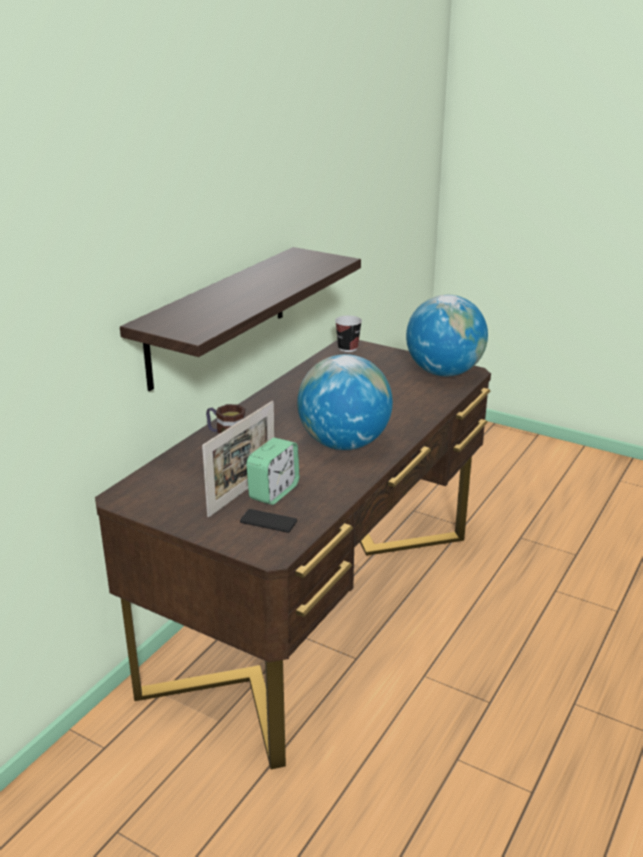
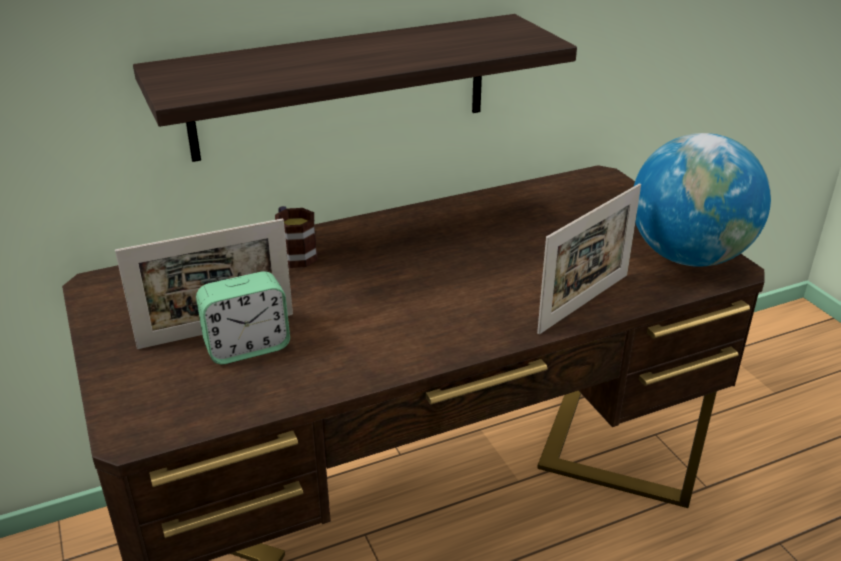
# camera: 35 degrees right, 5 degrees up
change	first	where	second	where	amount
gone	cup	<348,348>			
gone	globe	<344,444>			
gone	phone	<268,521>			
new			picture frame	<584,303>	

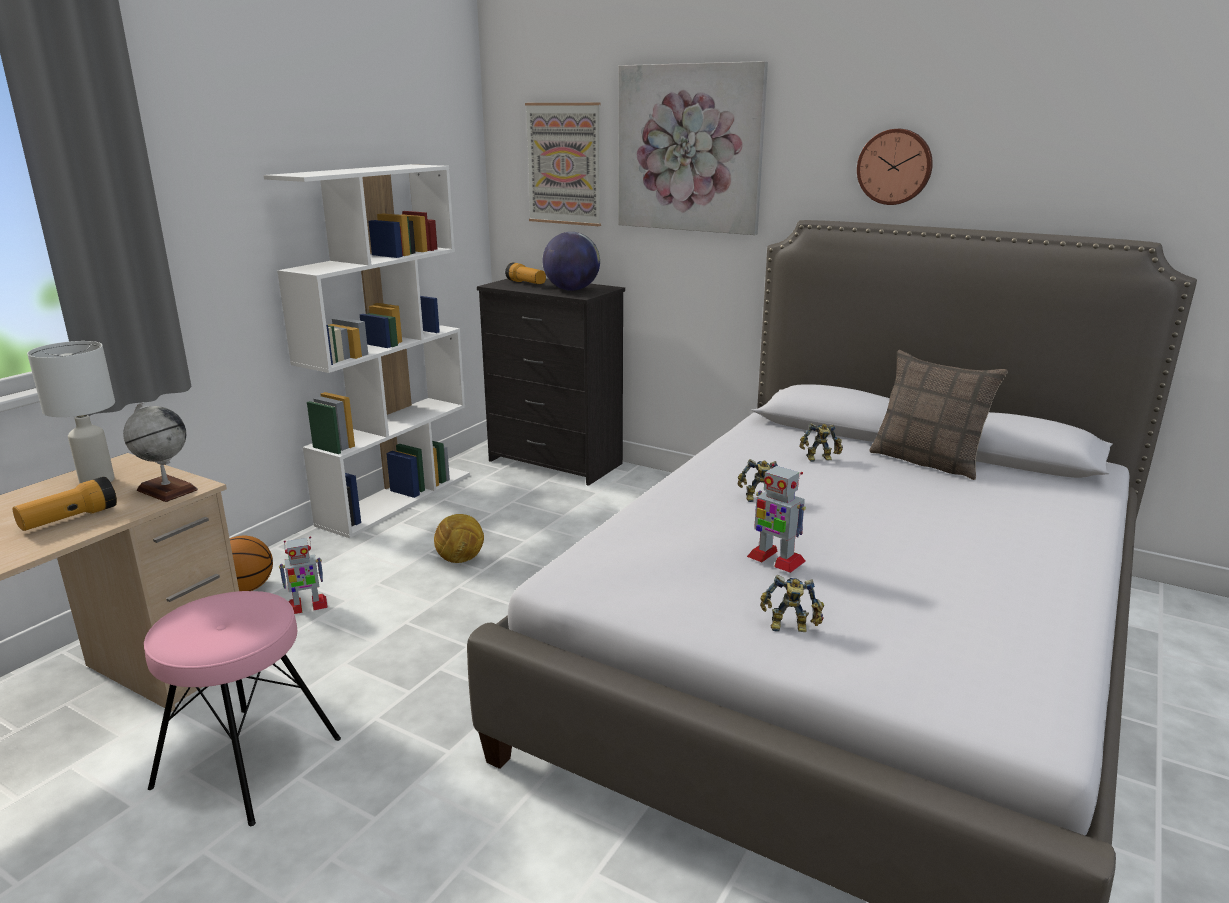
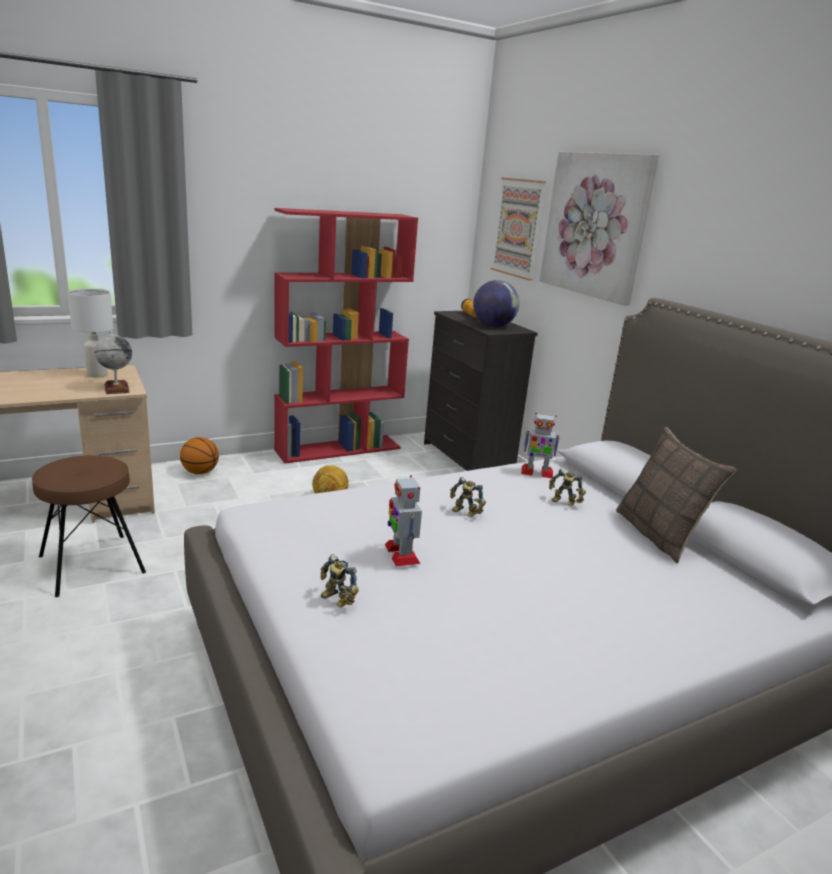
# camera: 30 degrees right, 0 degrees up
change	first	where	second	where	amount
gone	wall clock	<895,166>			
repainted	white bookcase	<396,498>	red bookcase	<339,449>	
gone	flashlight	<69,519>			
shifted	toy robot	<306,606>		<536,472>	
repainted	pink stool	<247,763>	brown stool	<91,564>	

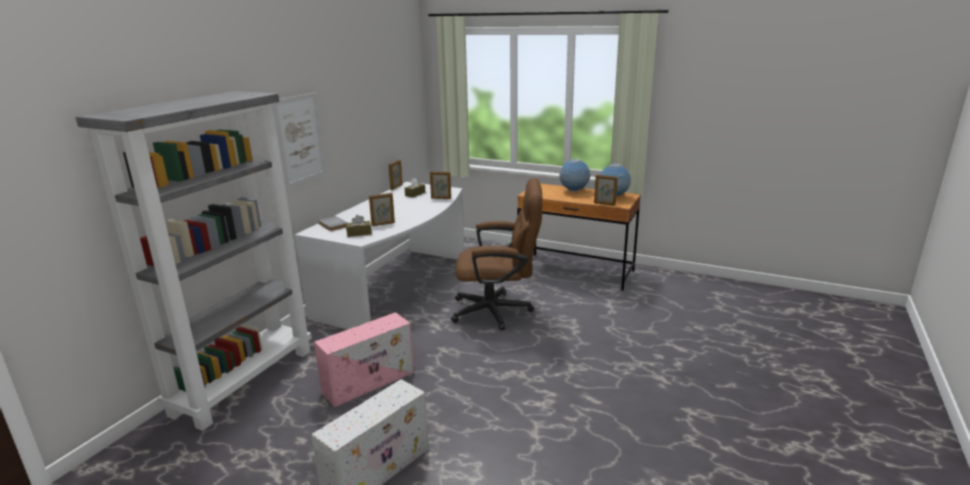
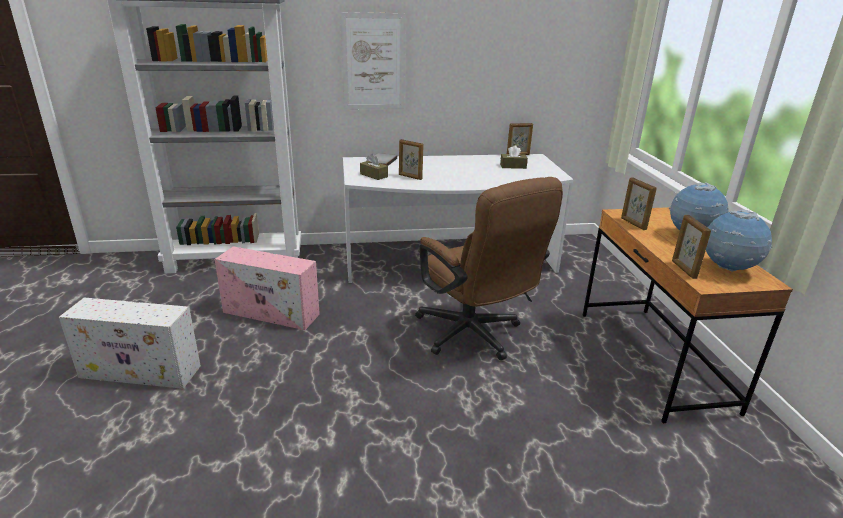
# camera: 55 degrees right, 5 degrees up
change	first	where	second	where	amount
shifted	picture frame	<441,198>		<633,224>	

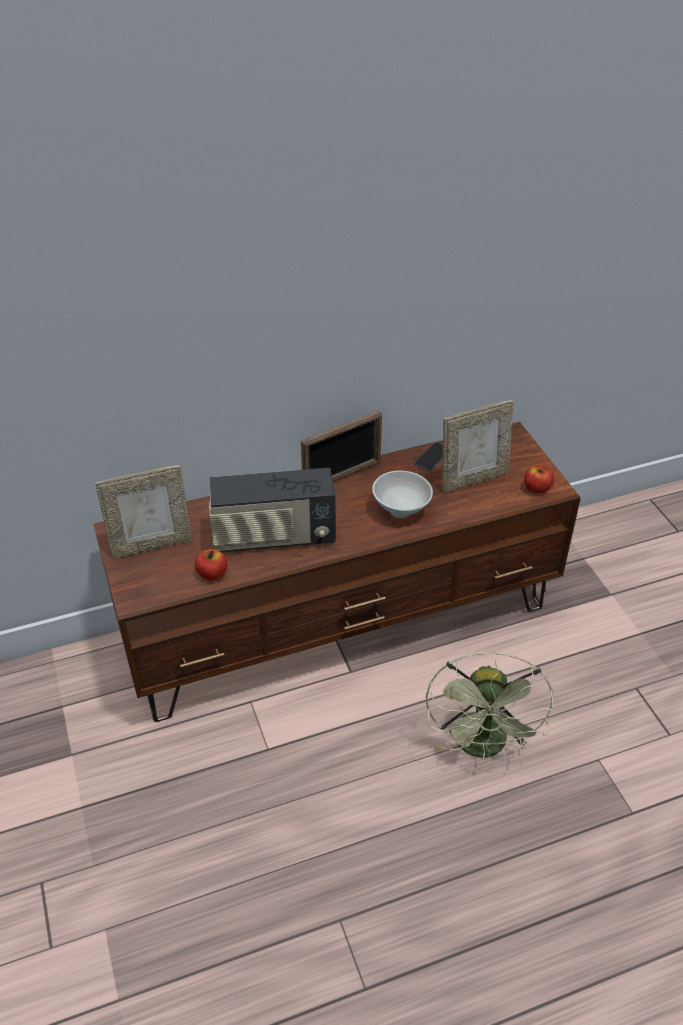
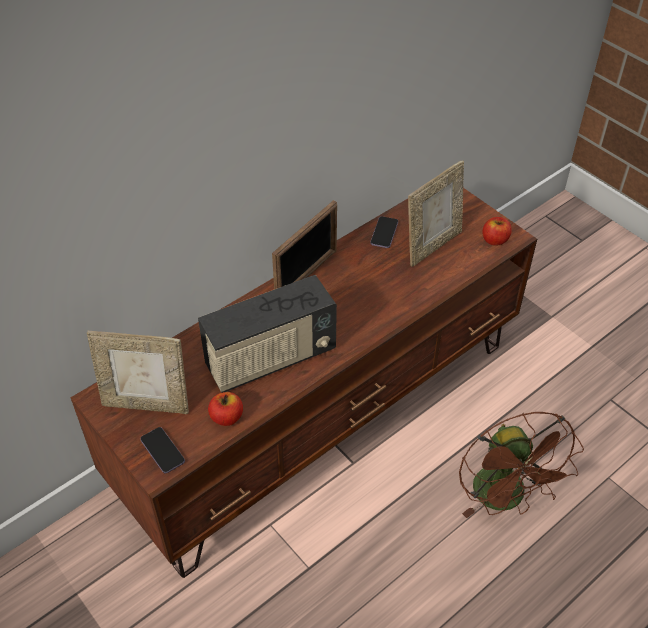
# camera: 20 degrees left, 5 degrees up
change	first	where	second	where	amount
rotated	picture frame	<152,545>		<147,404>	45 degrees clockwise
gone	white bowl	<401,509>			
repainted	green fan	<483,747>	brown fan	<505,499>	
new			phone	<162,451>	

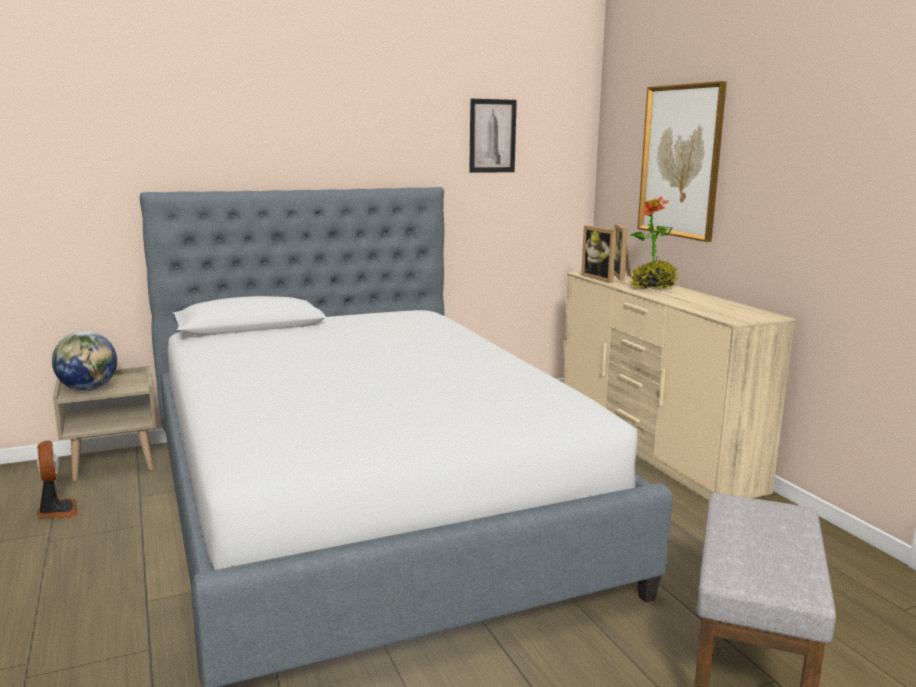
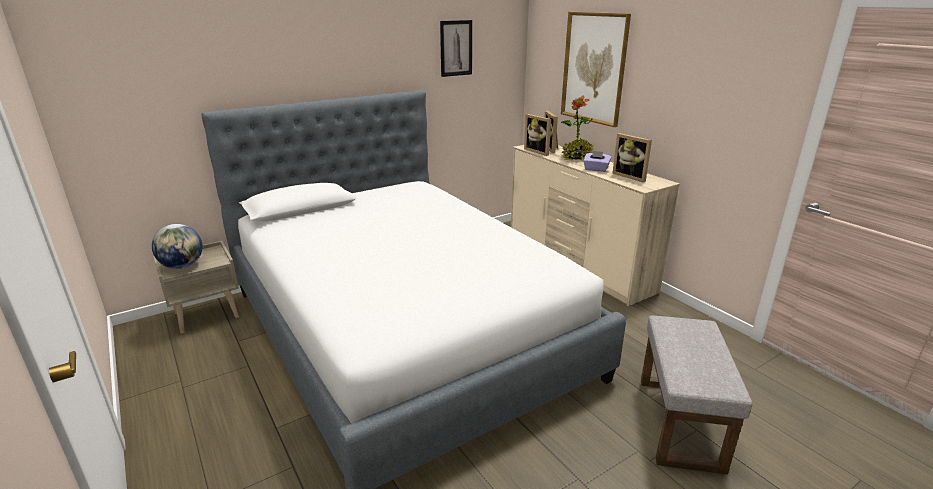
# camera: 10 degrees left, 10 degrees up
change	first	where	second	where	amount
gone	fan	<57,511>			
new			picture frame	<631,176>	
new			purple tissue box	<596,169>	

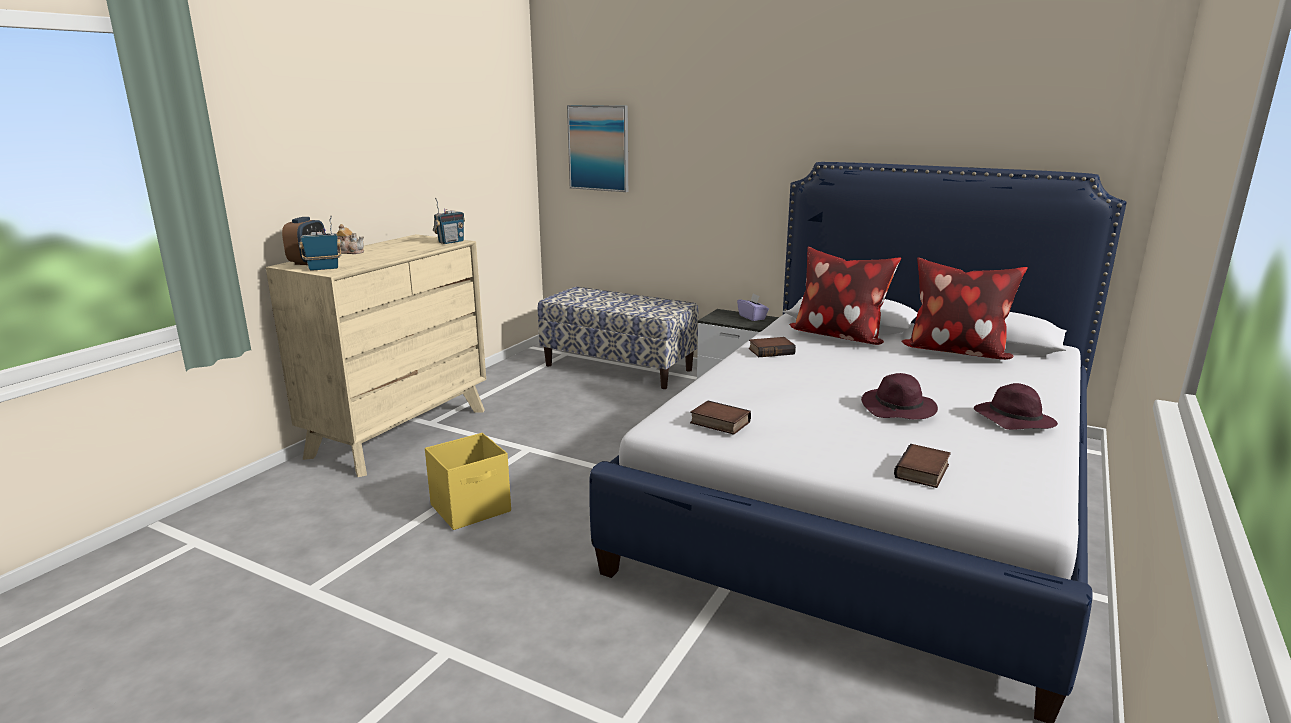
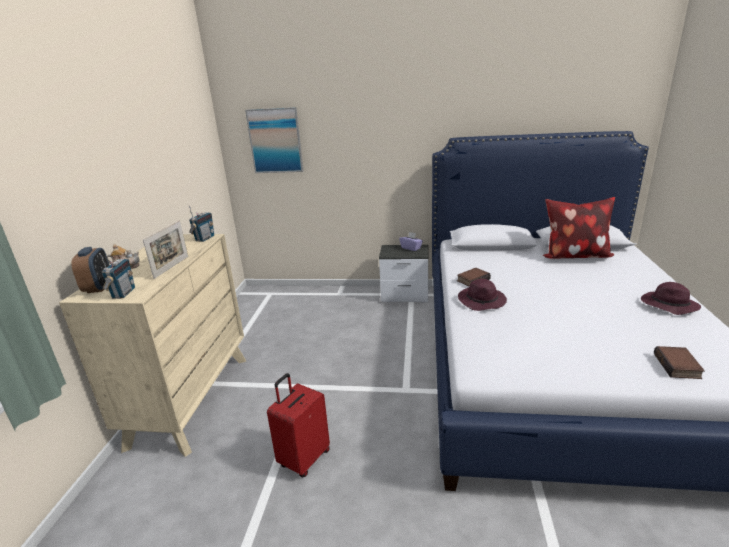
# camera: 20 degrees left, 5 degrees up
change	first	where	second	where	amount
rotated	radio	<323,268>		<123,293>	135 degrees clockwise
gone	pillow	<838,336>			
gone	bench	<618,367>			
shifted	purple hat	<899,409>		<482,301>	
gone	book	<718,423>			
swapped	yellow storage box	<472,508>	red suitcase	<303,458>	
new			picture frame	<171,267>	

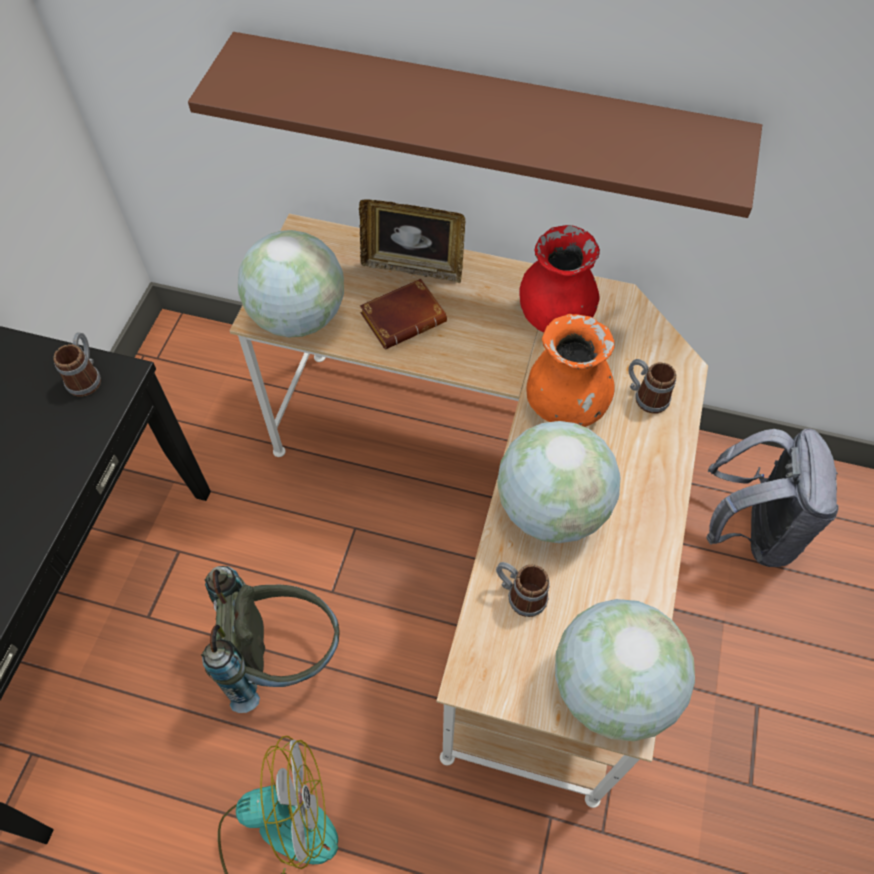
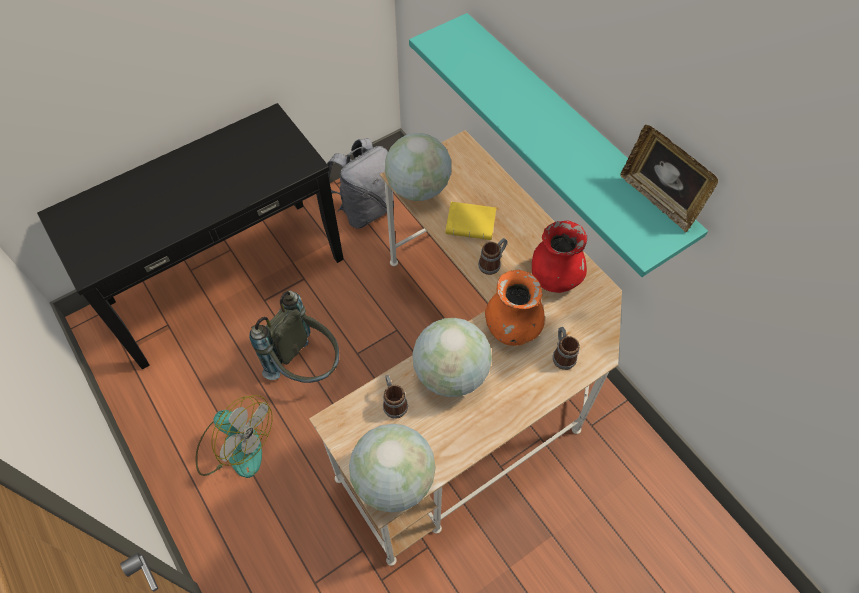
# camera: 40 degrees right, 0 degrees up
change	first	where	second	where	amount
repainted	brown shelf	<484,114>	turquoise shelf	<569,132>	
shifted	picture frame	<413,267>		<658,199>	
repainted	brown book	<404,317>	yellow book	<472,223>	
shifted	mug	<86,377>		<492,263>	
shifted	grey backpack	<751,530>		<365,210>	

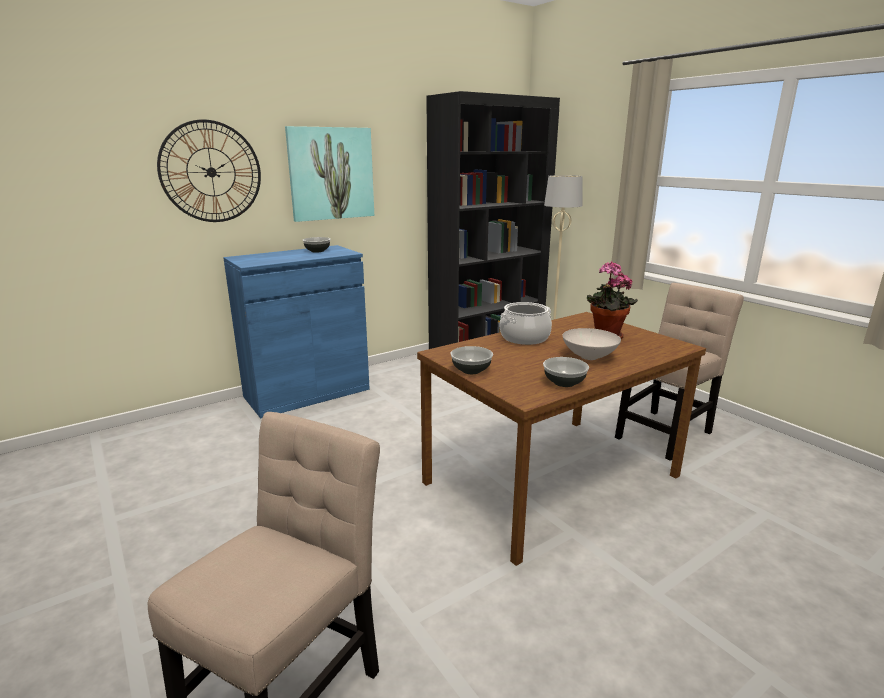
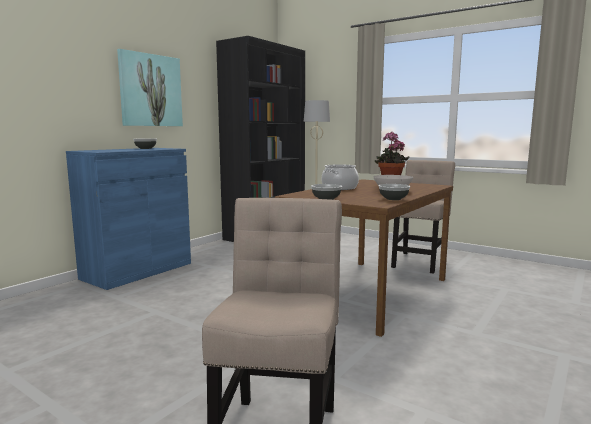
# camera: 20 degrees left, 10 degrees down
change	first	where	second	where	amount
gone	wall clock	<211,172>			

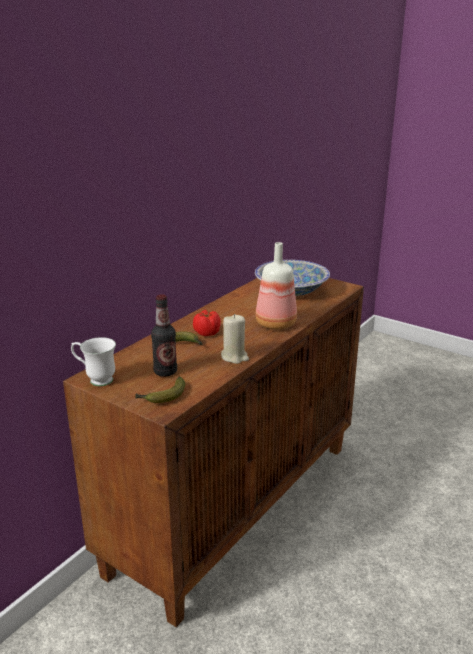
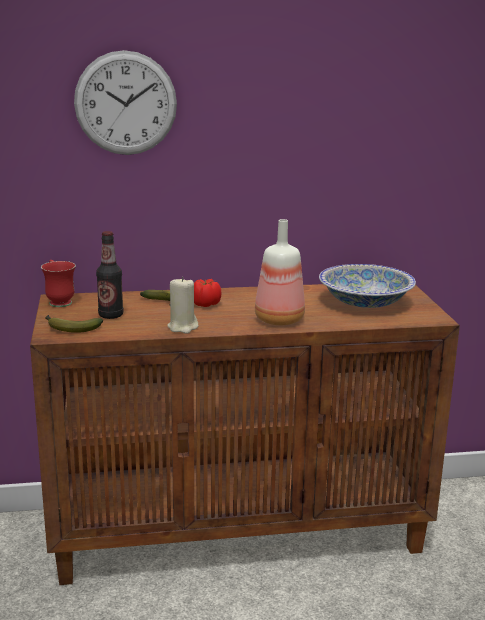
# camera: 45 degrees right, 5 degrees down
change	first	where	second	where	amount
repainted	white mug	<95,379>	red mug	<58,301>	
new			wall clock	<125,103>	

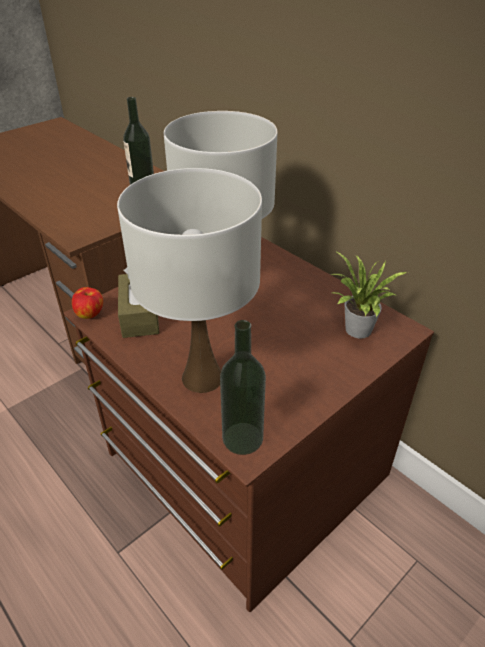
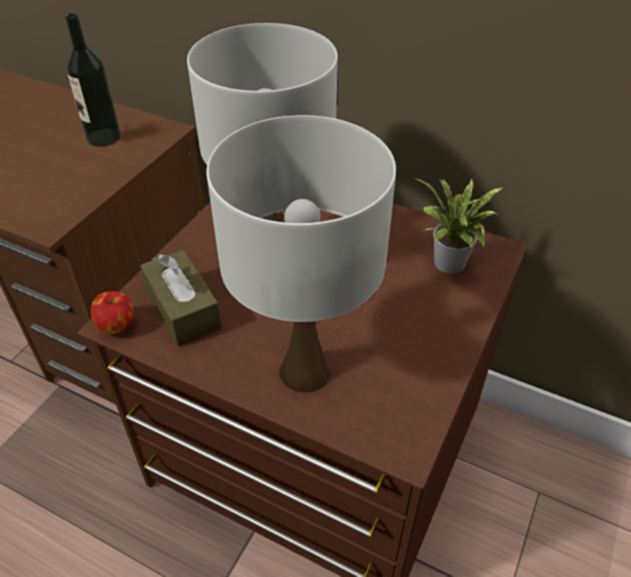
# camera: 20 degrees left, 5 degrees up
change	first	where	second	where	amount
gone	bottle	<242,438>			

